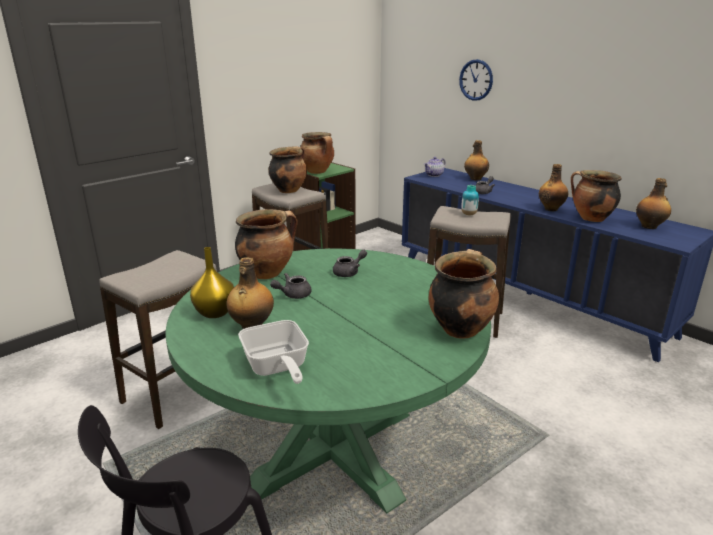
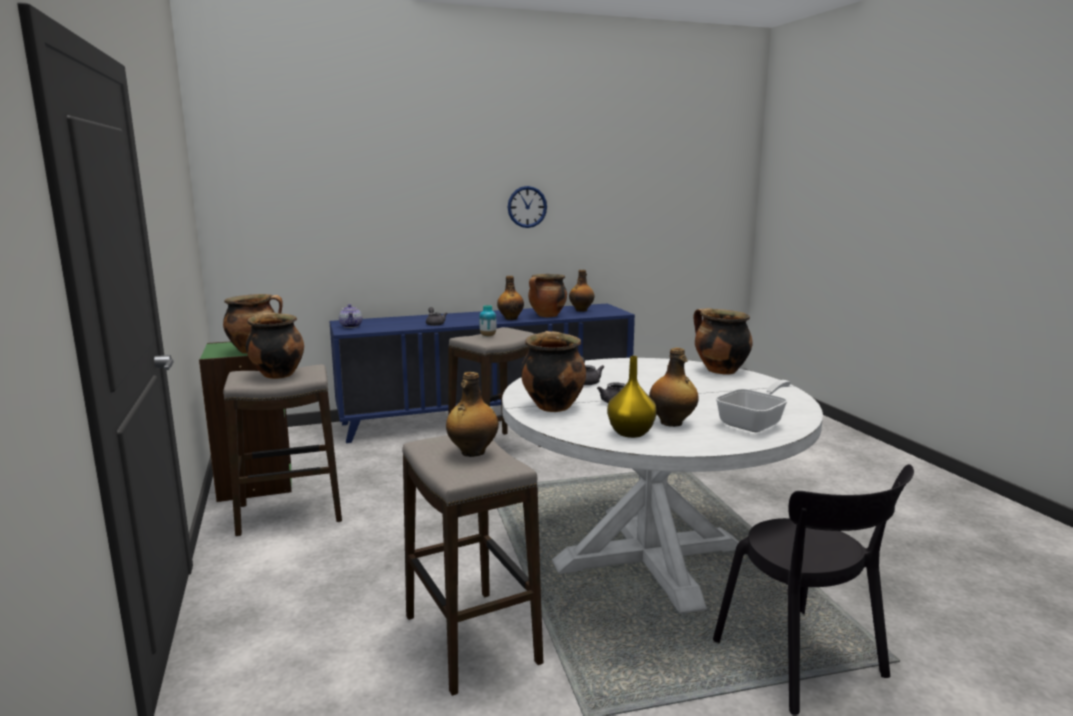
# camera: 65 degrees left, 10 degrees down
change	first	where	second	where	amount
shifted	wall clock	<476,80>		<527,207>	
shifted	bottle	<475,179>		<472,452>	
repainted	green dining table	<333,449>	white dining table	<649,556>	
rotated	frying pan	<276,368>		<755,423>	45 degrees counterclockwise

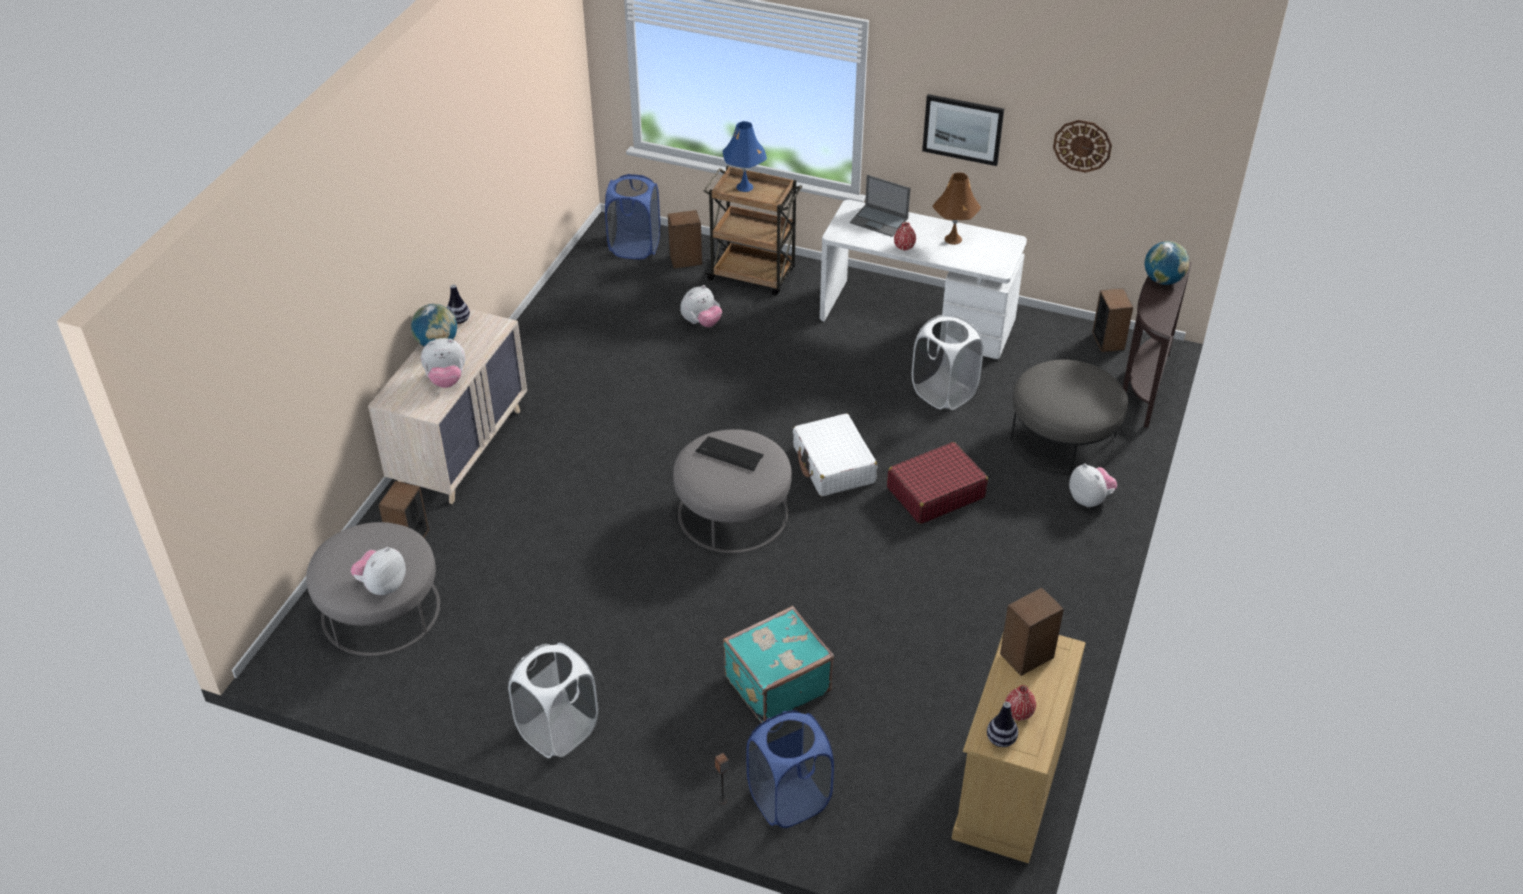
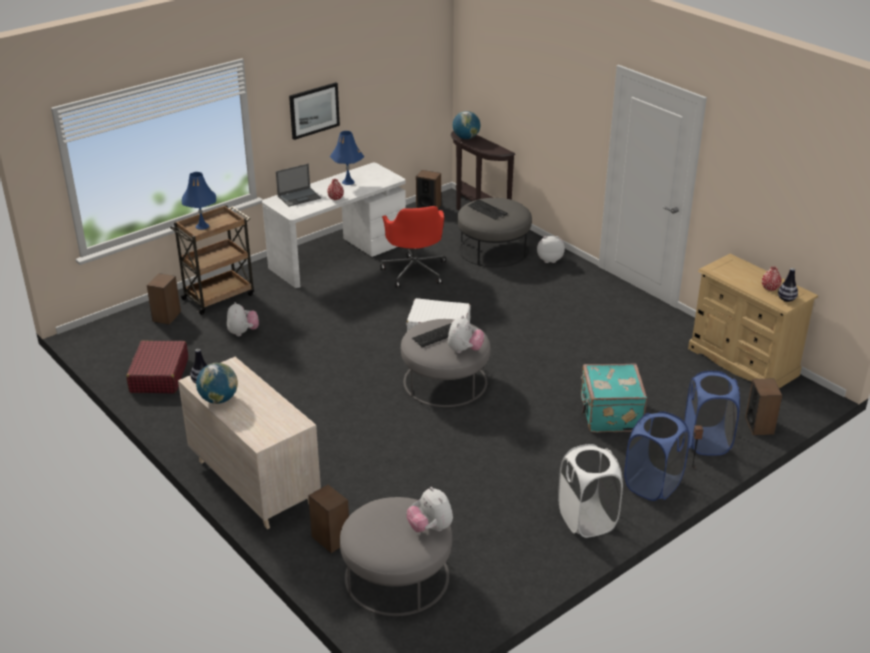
# camera: 60 degrees left, 10 degrees down
change	first	where	second	where	amount
gone	wall clock	<1082,145>			
repainted	brown table lamp	<953,239>	blue table lamp	<348,182>	
shifted	blue laundry basket	<634,247>		<652,484>	
swapped	white laundry basket	<943,393>	red office chair	<415,271>	
shifted	plush toy	<446,380>		<464,350>	
shifted	red suitcase	<935,493>		<159,376>	
shifted	speaker	<1027,656>		<759,426>	
new			keyboard	<487,210>	

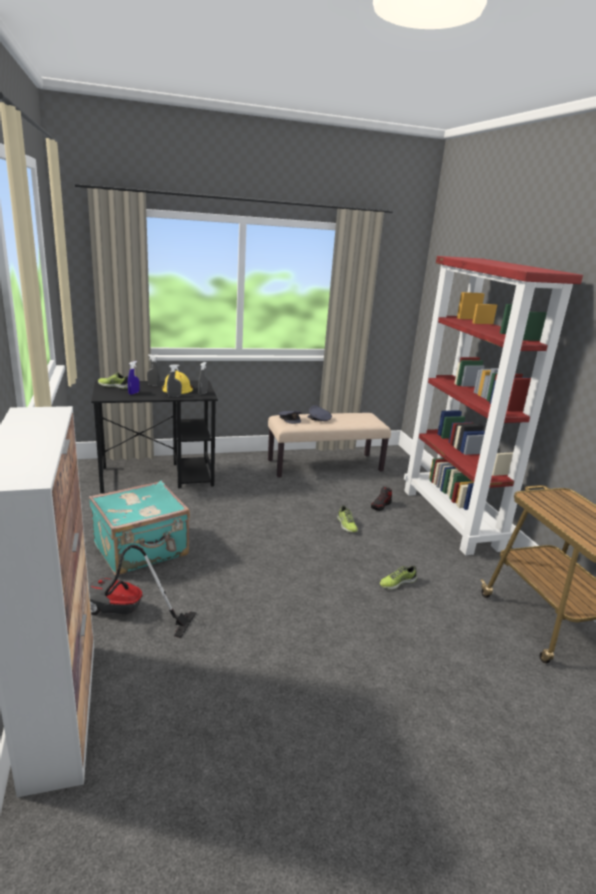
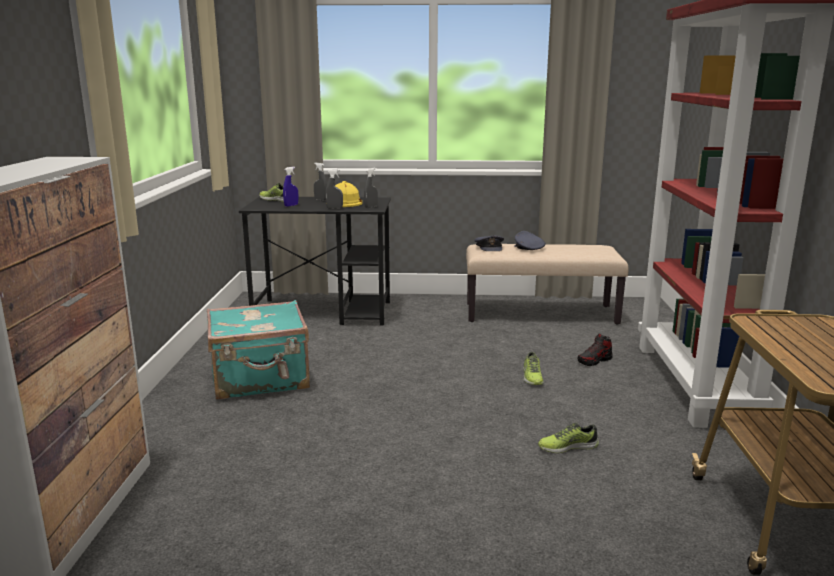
# camera: 20 degrees right, 5 degrees down
change	first	where	second	where	amount
gone	vacuum cleaner	<127,614>			

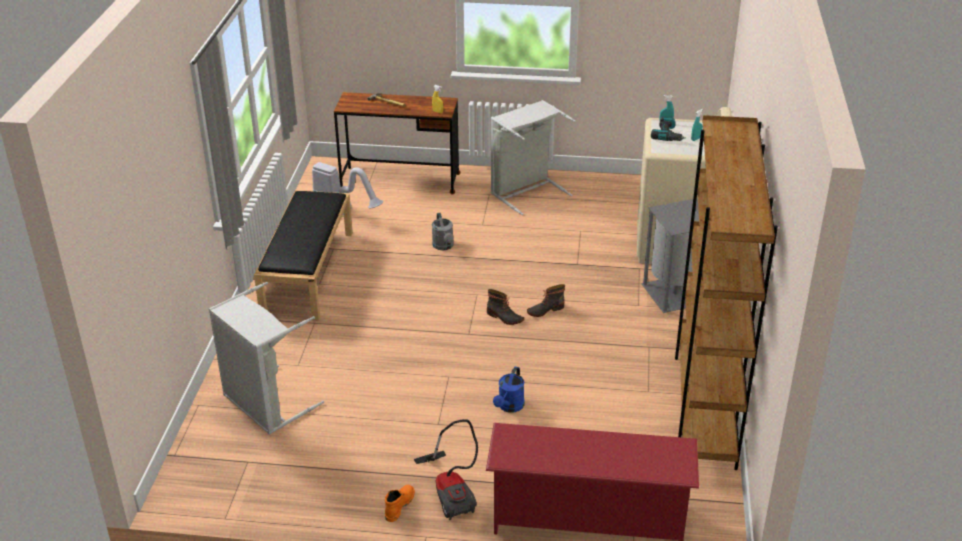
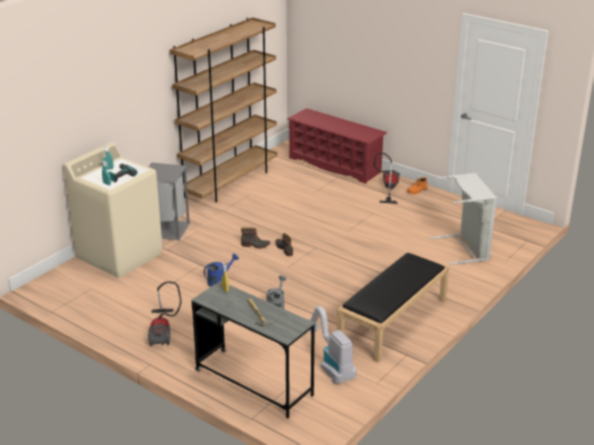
# camera: 150 degrees left, 5 degrees down
change	first	where	second	where	amount
repainted	brown desk	<400,180>	grey desk	<253,383>	
swapped	grey laundry basket	<526,191>	vacuum cleaner	<163,332>	
shifted	blue watering can	<509,407>		<219,281>	

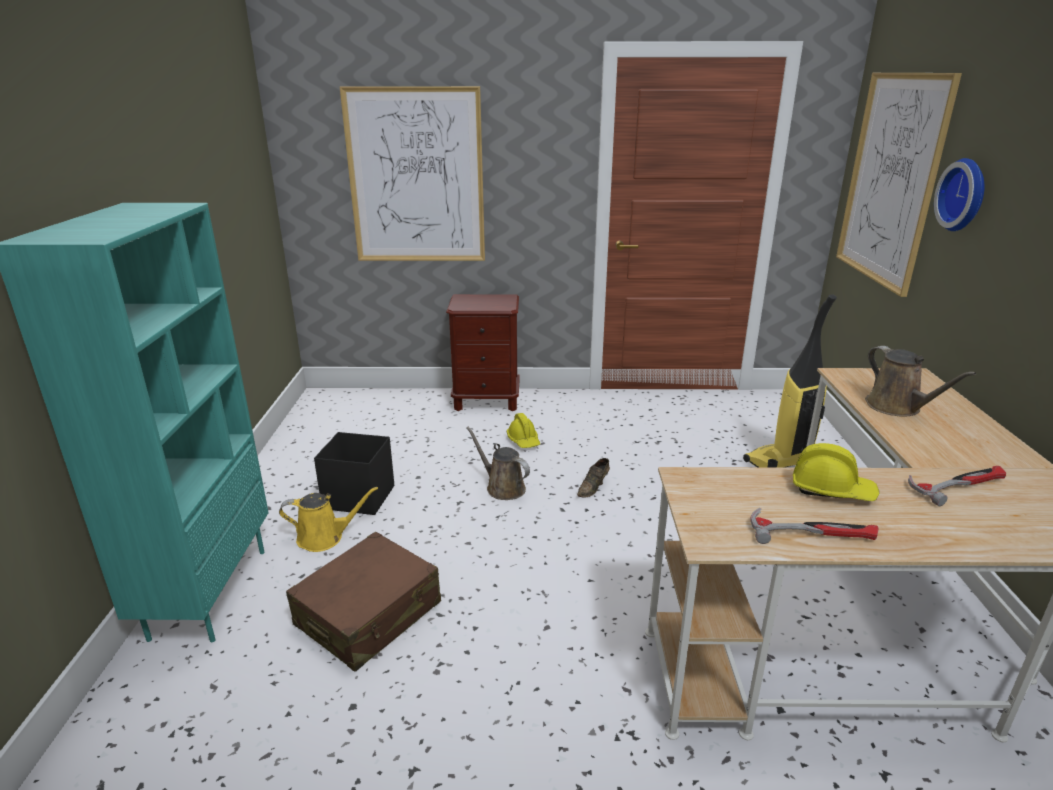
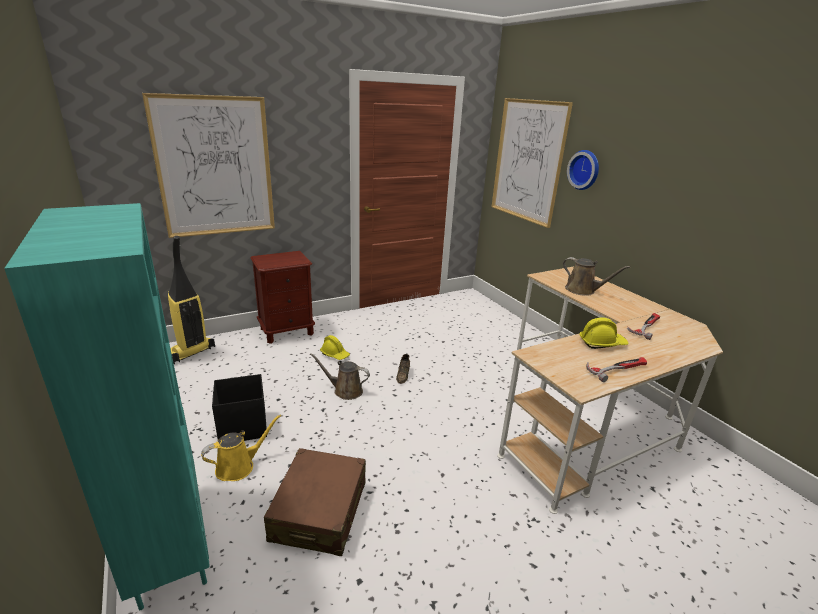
# camera: 30 degrees left, 0 degrees up
change	first	where	second	where	amount
shifted	vacuum cleaner	<780,462>		<189,353>	

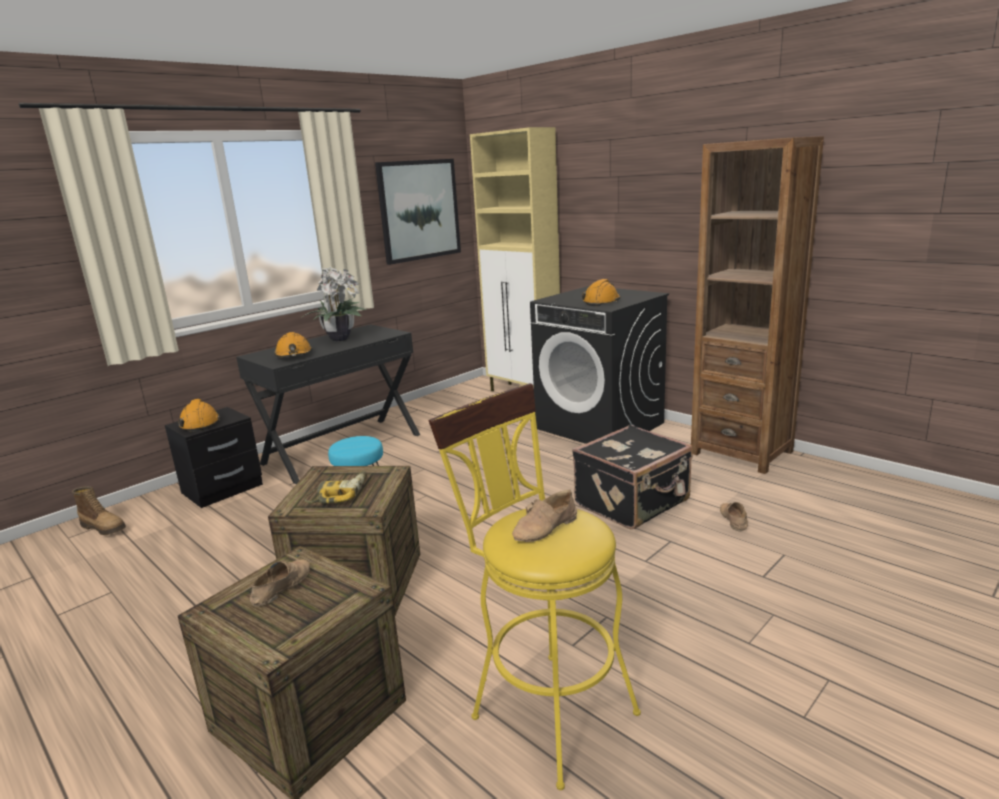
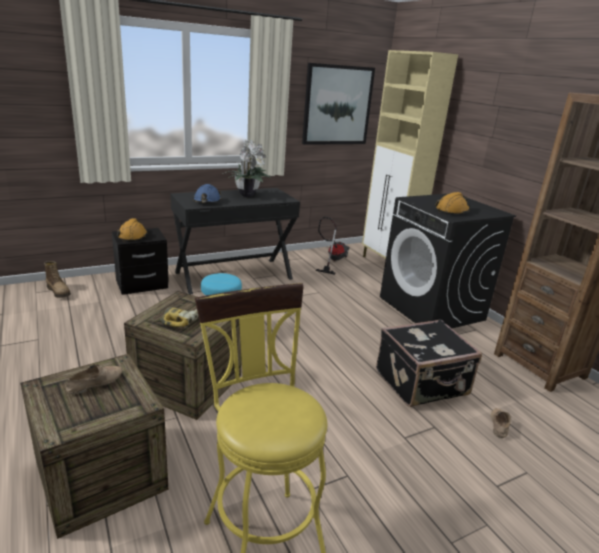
# camera: 15 degrees right, 5 degrees up
change	first	where	second	where	amount
repainted	orange hard hat	<294,355>	blue hard hat	<207,201>	
gone	beige shoe	<546,527>			
new			vacuum cleaner	<332,260>	

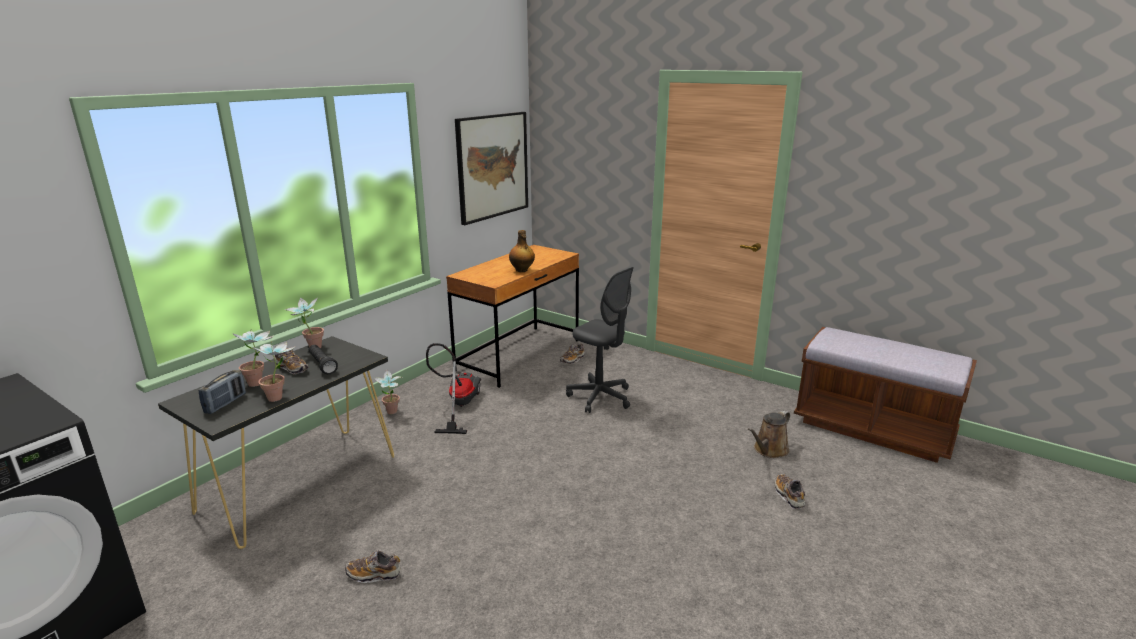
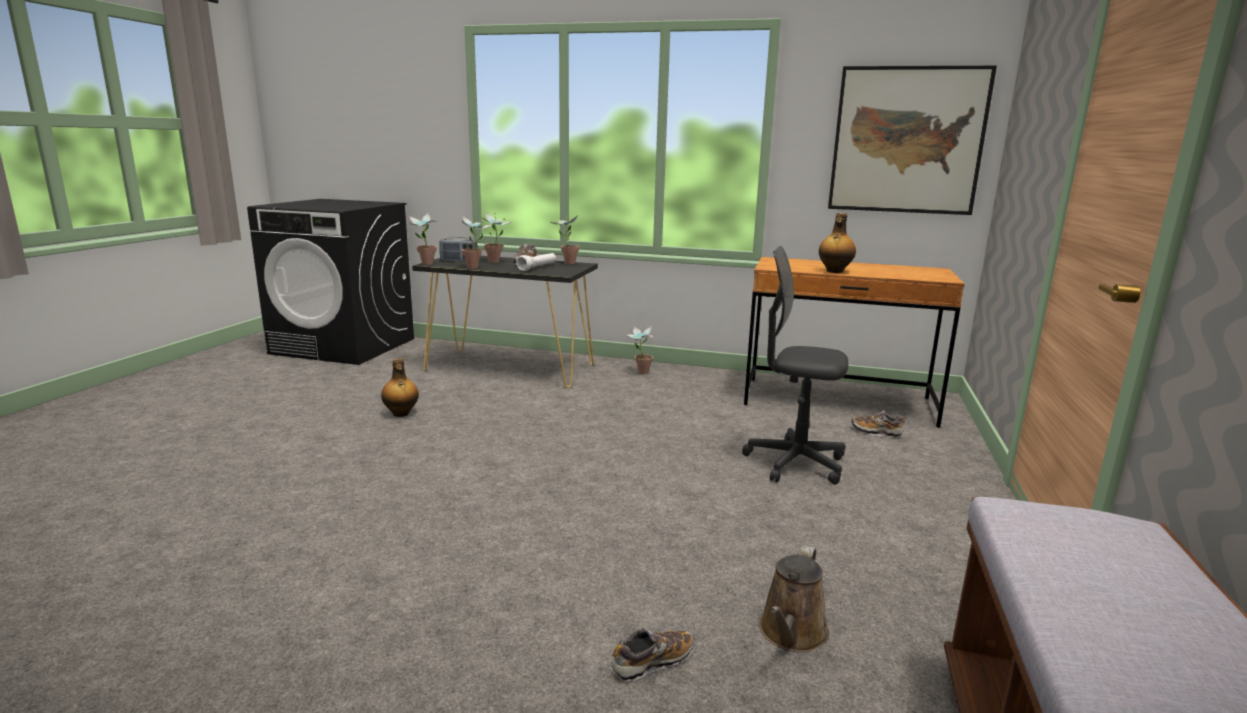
# camera: 70 degrees right, 5 degrees down
change	first	where	second	where	amount
rotated	grey office chair	<600,397>		<795,463>	90 degrees clockwise
gone	vacuum cleaner	<458,405>			
repainted	black flashlight	<322,365>	white flashlight	<537,268>	
rotated	brown watering can	<769,450>		<791,634>	90 degrees counterclockwise
swapped	shoe	<374,574>	bottle	<401,414>	
new			potted plant	<425,264>	

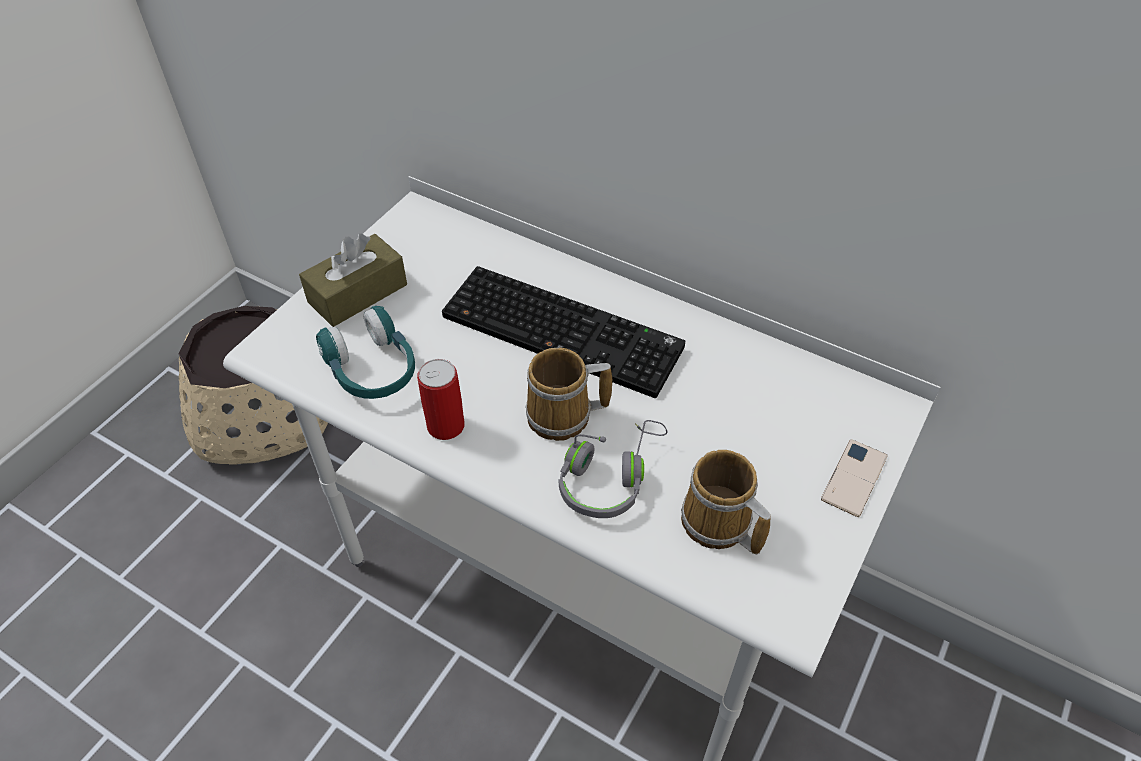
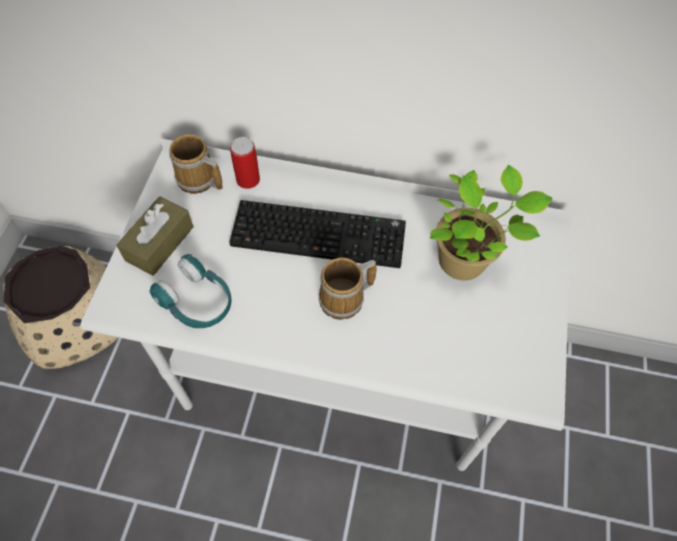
# camera: 20 degrees left, 10 degrees up
change	first	where	second	where	amount
shifted	can	<445,425>		<248,180>	
gone	grey headphones	<609,477>			
gone	phone	<854,478>			
shifted	mug	<718,525>		<198,180>	
new			potted plant	<465,261>	

